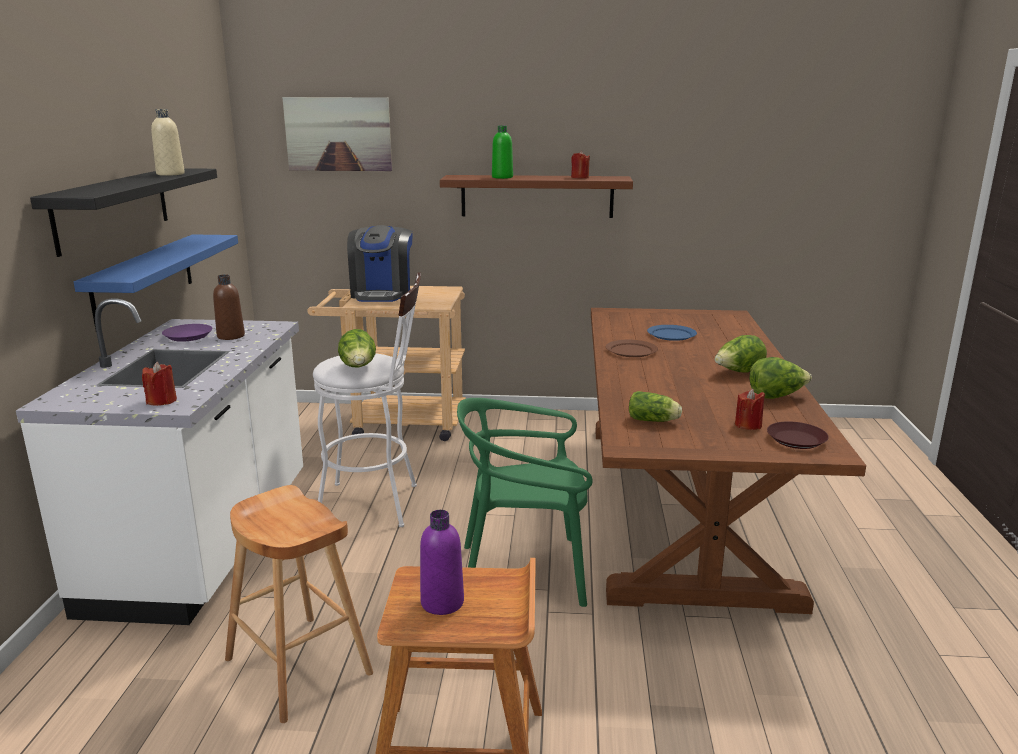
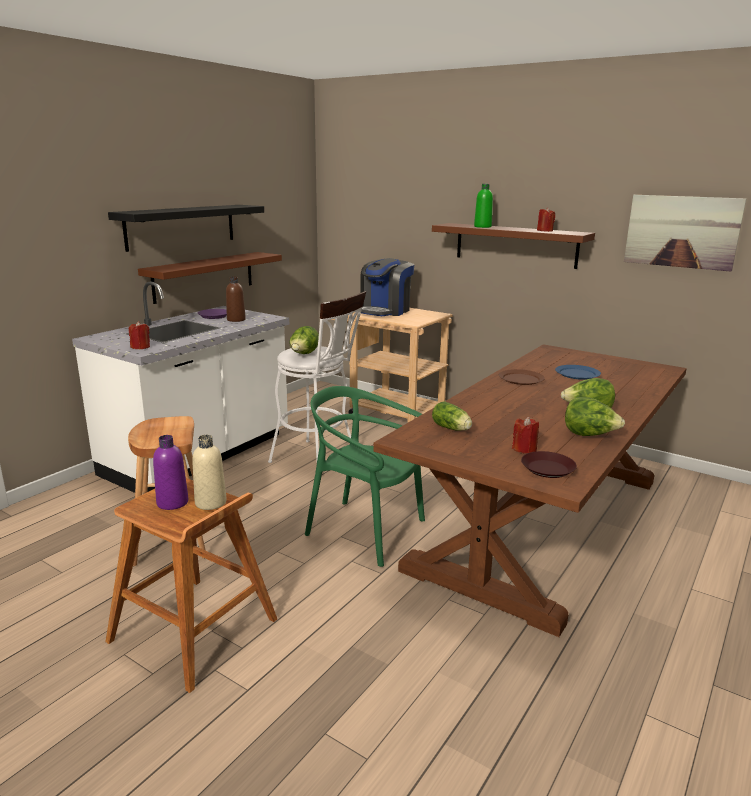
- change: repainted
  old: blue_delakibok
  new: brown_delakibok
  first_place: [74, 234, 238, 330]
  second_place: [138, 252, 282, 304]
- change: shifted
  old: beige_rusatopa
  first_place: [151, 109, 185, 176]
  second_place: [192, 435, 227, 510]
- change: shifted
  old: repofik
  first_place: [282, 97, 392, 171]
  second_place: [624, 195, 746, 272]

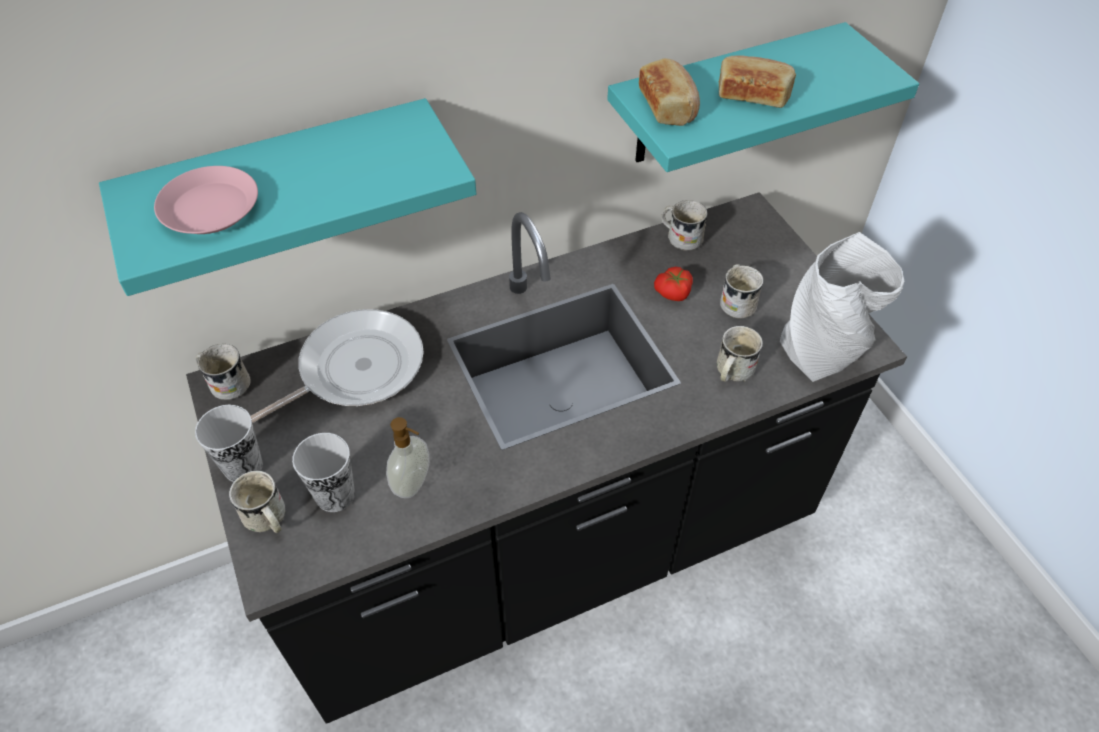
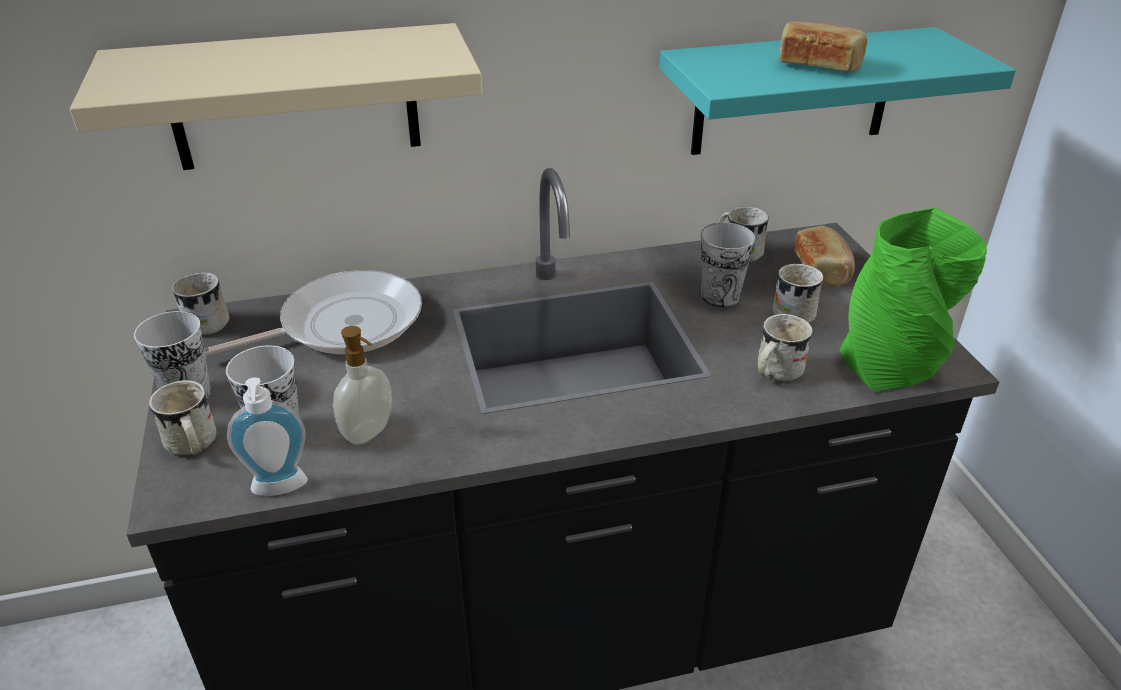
- change: repainted
  old: turquoise_delakibok
  new: beige_delakibok
  first_place: [99, 98, 476, 296]
  second_place: [70, 23, 482, 170]
- change: gone
  old: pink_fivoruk
  first_place: [154, 166, 258, 234]
- change: shifted
  old: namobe
  first_place: [639, 58, 700, 126]
  second_place: [795, 226, 855, 287]
- change: swapped
  old: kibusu
  new: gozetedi
  first_place: [654, 267, 693, 301]
  second_place: [701, 222, 755, 307]
- change: repainted
  old: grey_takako
  new: green_takako
  first_place: [780, 232, 904, 382]
  second_place: [839, 207, 987, 392]
- change: new
  new: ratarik
  second_place: [227, 377, 308, 496]

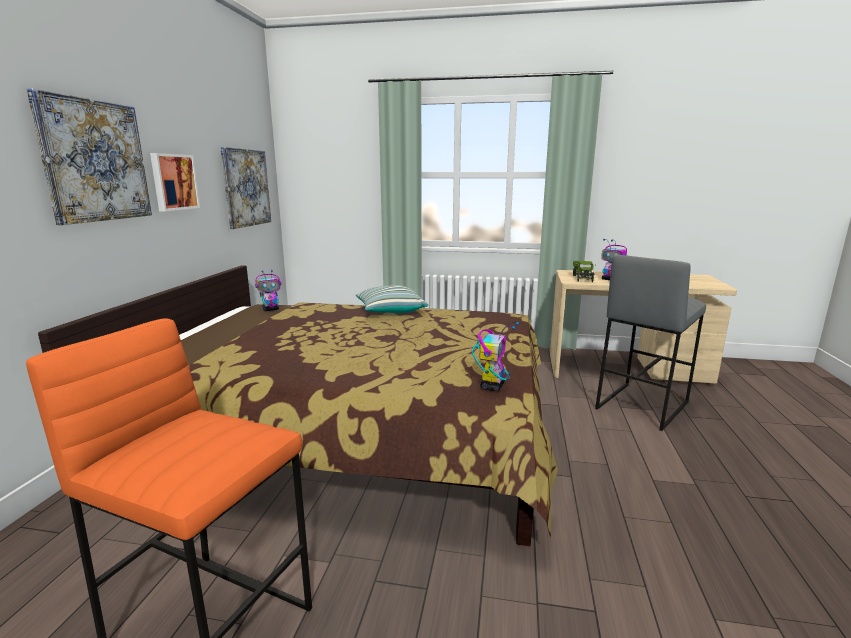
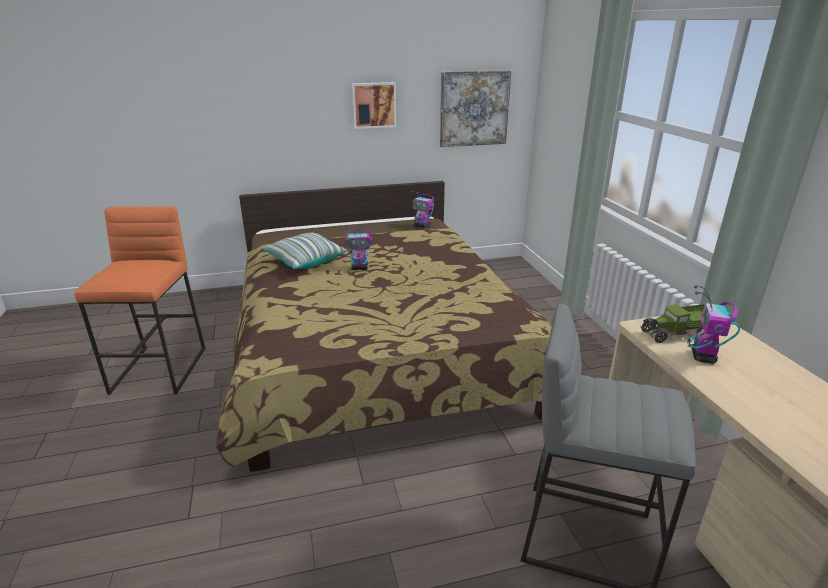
- change: gone
  old: repofik
  first_place: [26, 89, 152, 225]
- change: shifted
  old: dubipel
  first_place: [355, 285, 428, 313]
  second_place: [262, 233, 347, 269]
- change: shifted
  old: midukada
  first_place: [472, 322, 519, 391]
  second_place: [345, 228, 373, 270]

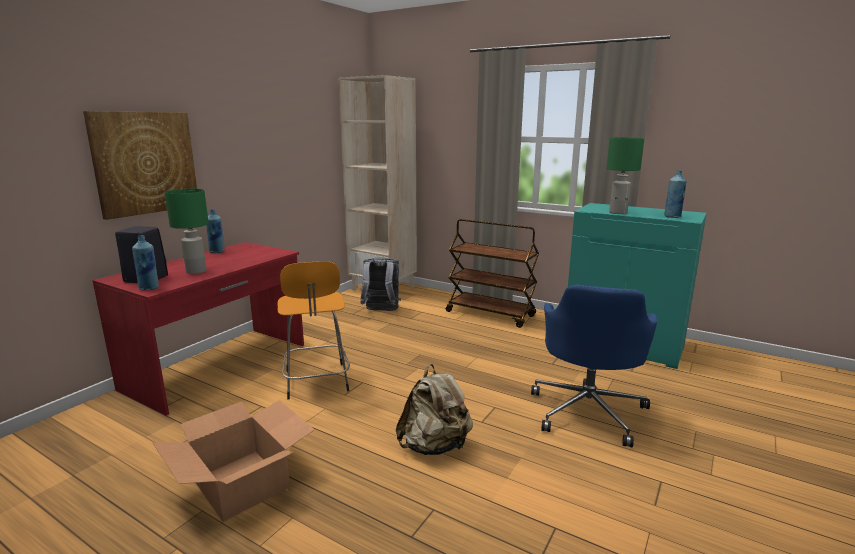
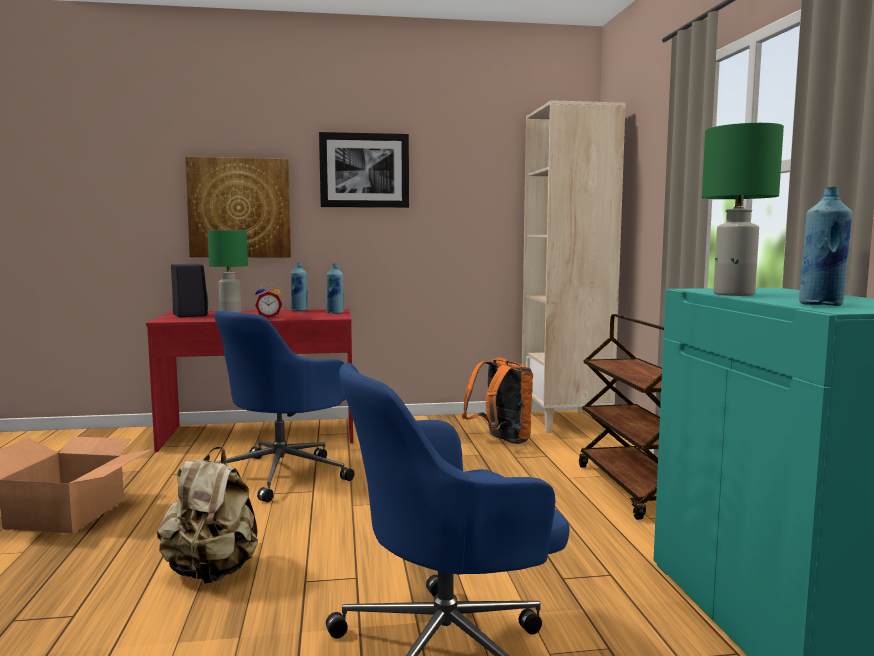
- change: shifted
  old: blue_rusatopa
  first_place: [132, 235, 159, 290]
  second_place: [327, 263, 344, 314]
- change: swapped
  old: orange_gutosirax
  new: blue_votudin
  first_place: [277, 261, 350, 400]
  second_place: [214, 311, 354, 502]
- change: repainted
  old: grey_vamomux
  new: orange_vamomux
  first_place: [360, 257, 401, 311]
  second_place: [462, 357, 533, 444]
- change: new
  new: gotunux
  second_place: [255, 283, 282, 318]
- change: new
  new: repofik
  second_place: [319, 132, 409, 208]

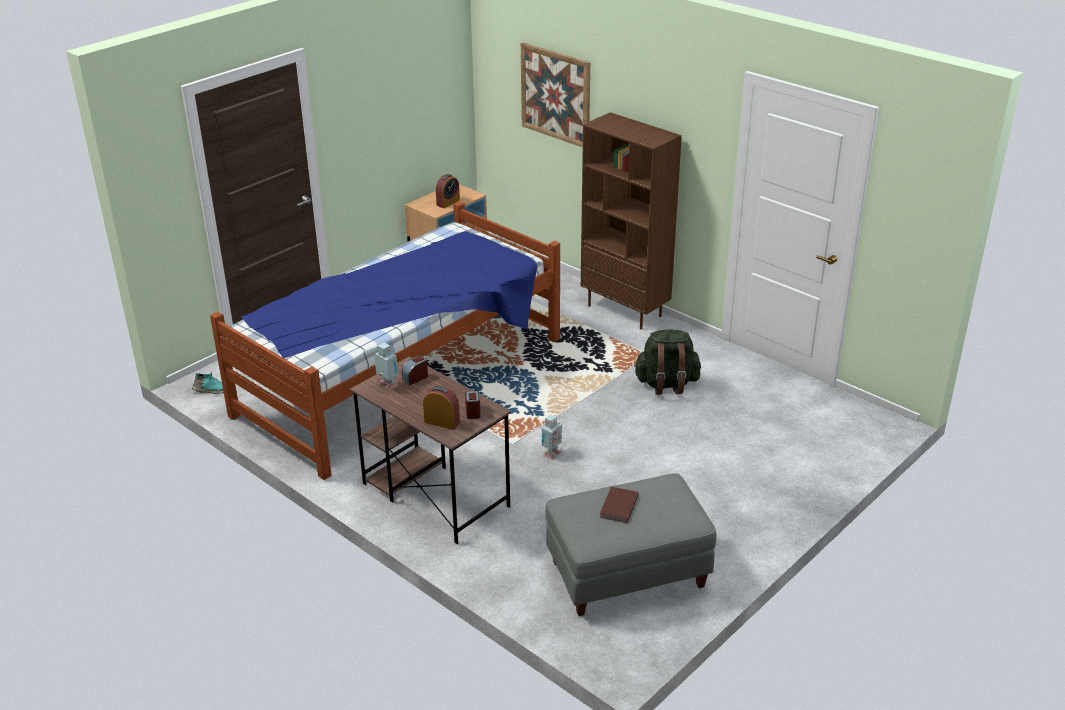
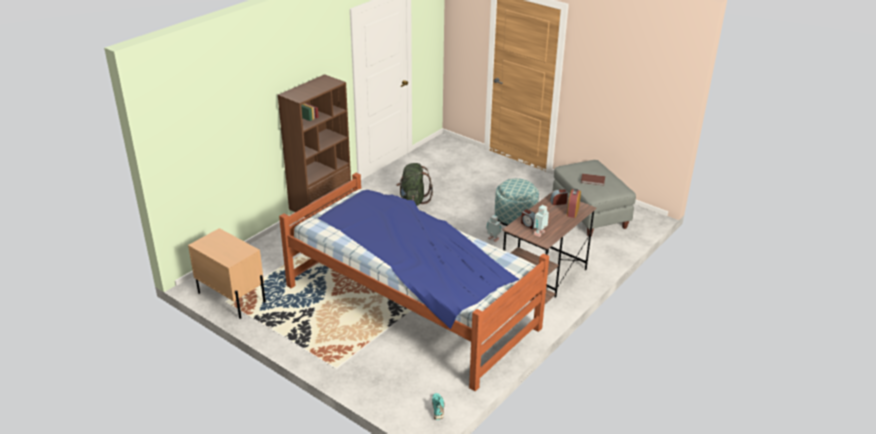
- change: gone
  old: gotunux
  first_place: [436, 174, 460, 208]
- change: gone
  old: repofik
  first_place: [521, 43, 590, 147]
- change: new
  new: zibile
  second_place: [495, 178, 539, 226]

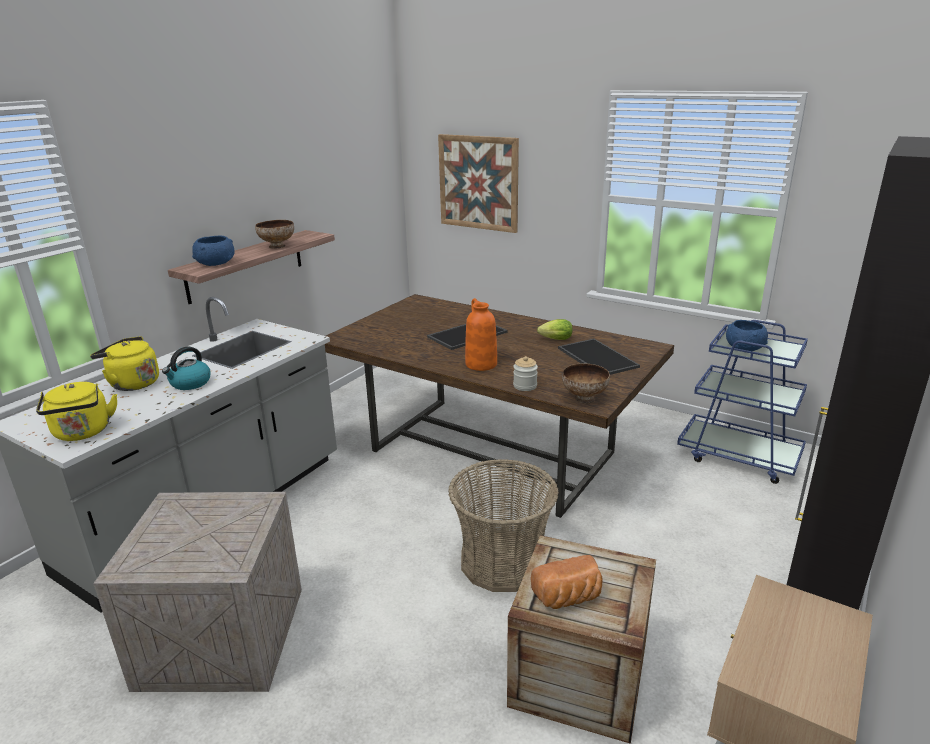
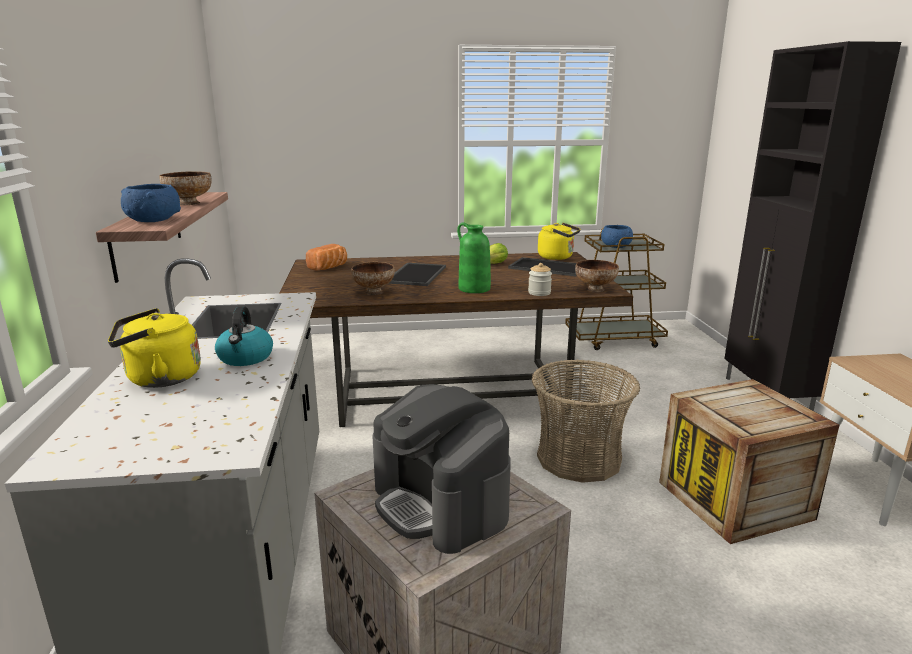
- change: shifted
  old: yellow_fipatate
  first_place: [36, 382, 117, 441]
  second_place: [538, 223, 581, 260]
- change: gone
  old: repofik
  first_place: [438, 134, 519, 233]
- change: repainted
  old: orange_takako
  new: green_takako
  first_place: [465, 298, 497, 371]
  second_place: [457, 222, 491, 293]
- change: shifted
  old: namobe
  first_place: [530, 555, 603, 609]
  second_place: [306, 244, 347, 270]
- change: repainted
  old: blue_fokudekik
  new: brown_fokudekik
  first_place: [677, 320, 808, 484]
  second_place: [565, 228, 668, 350]
- change: new
  new: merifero
  second_place: [351, 262, 395, 295]
- change: new
  new: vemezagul
  second_place: [372, 384, 511, 554]

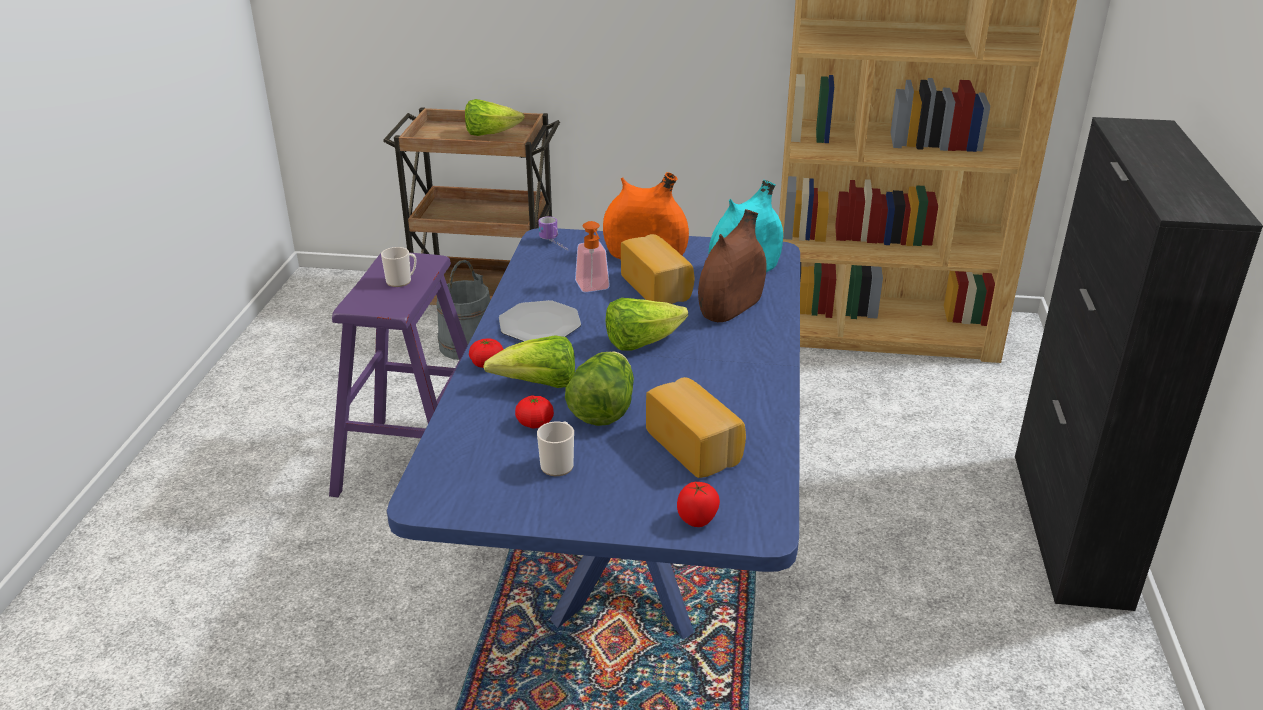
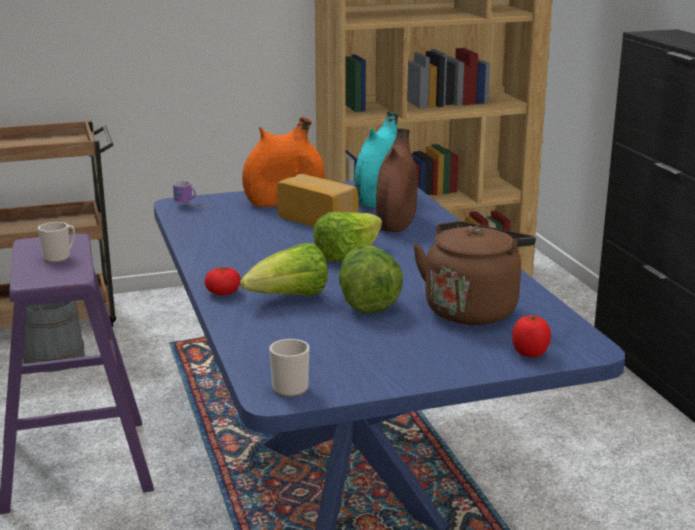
- change: gone
  old: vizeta
  first_place: [465, 99, 525, 136]
- change: gone
  old: fivoruk
  first_place: [499, 300, 581, 342]
- change: gone
  old: kibusu
  first_place: [515, 395, 554, 428]
- change: shifted
  old: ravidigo
  first_place: [537, 421, 574, 476]
  second_place: [269, 339, 309, 397]
- change: gone
  old: ratarik
  first_place: [575, 221, 610, 292]
- change: swapped
  old: namobe
  new: brown_fipatate
  first_place: [646, 377, 746, 478]
  second_place: [413, 221, 536, 325]

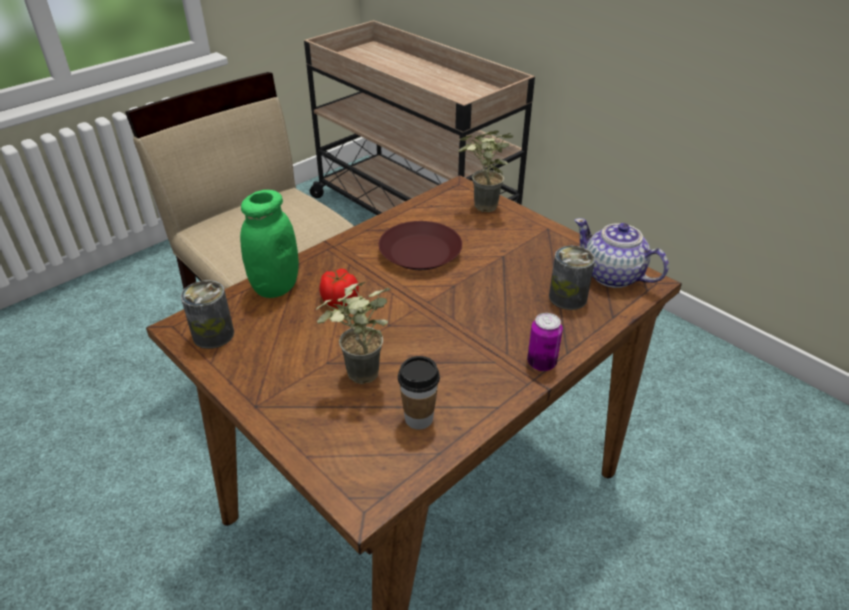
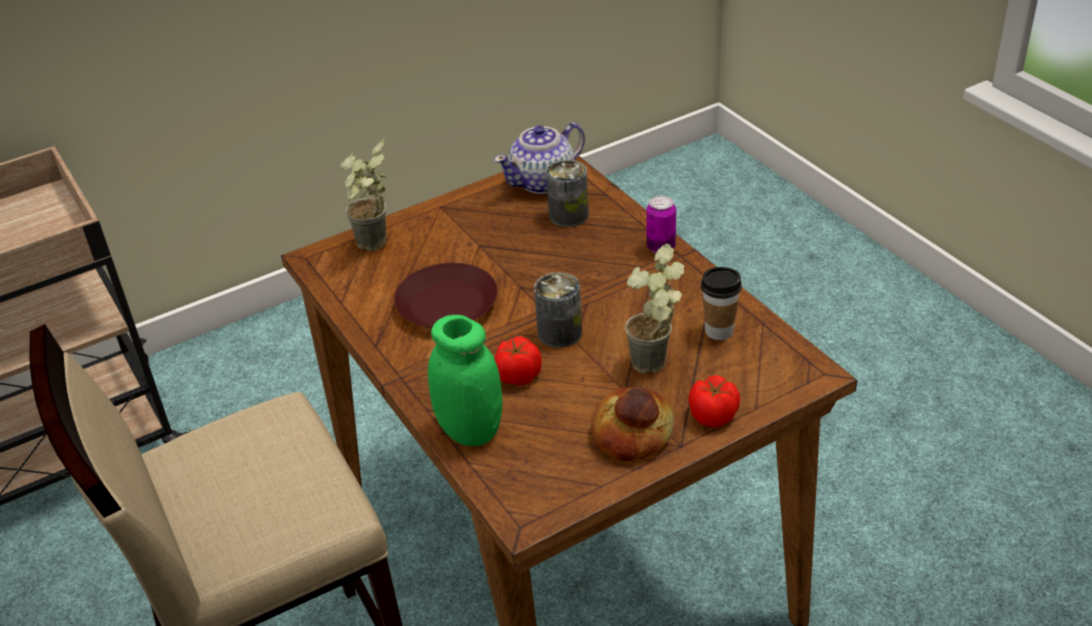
- change: shifted
  old: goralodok
  first_place: [181, 280, 234, 349]
  second_place: [534, 272, 582, 348]
- change: new
  new: namobe
  second_place: [591, 387, 674, 461]
- change: new
  new: kibusu
  second_place: [688, 375, 740, 427]

